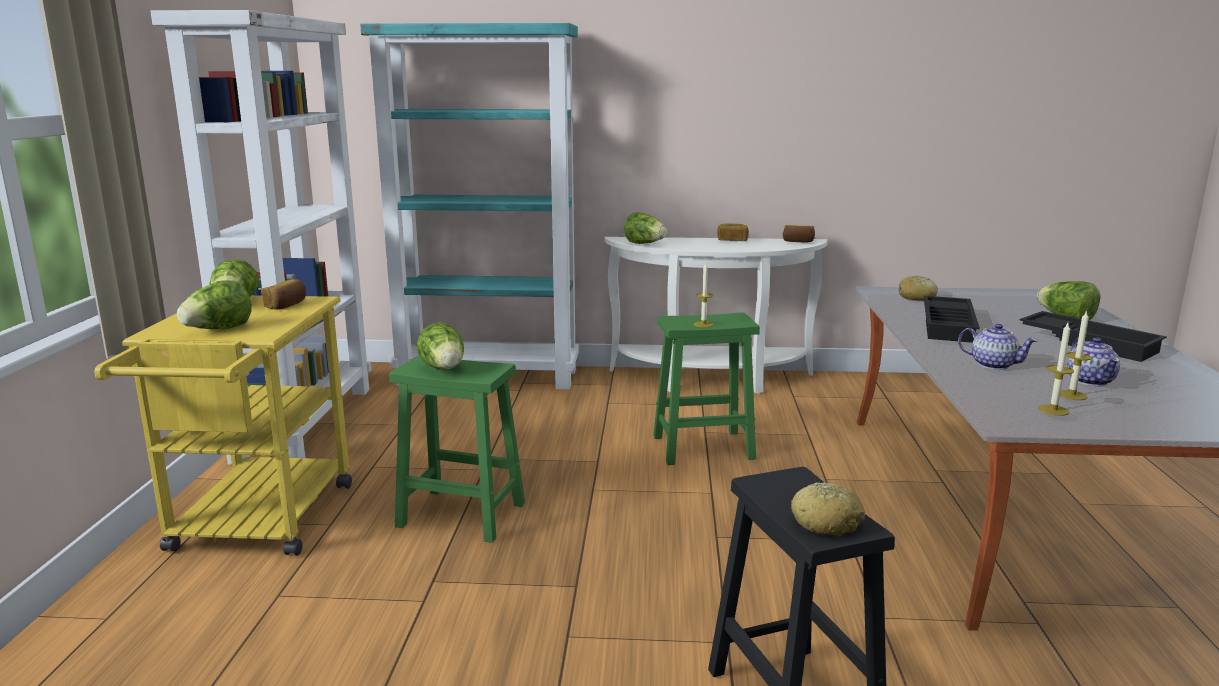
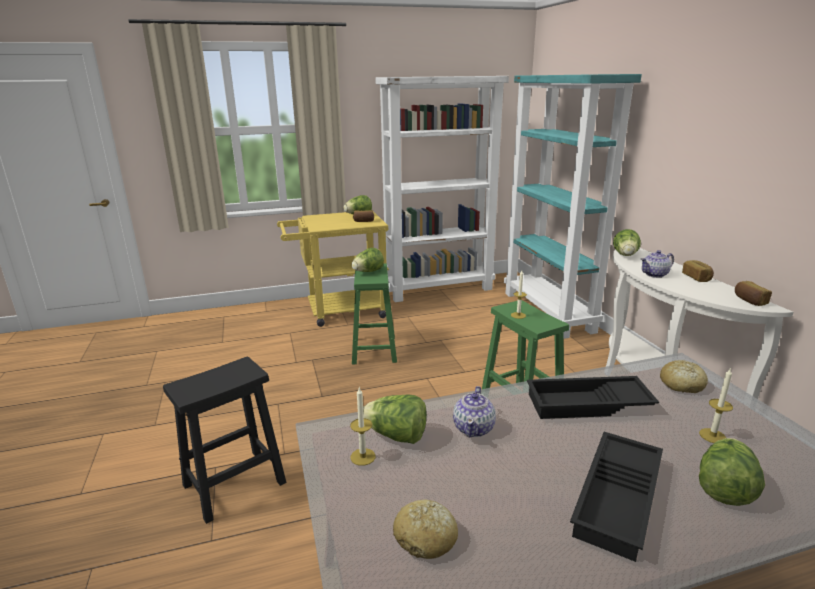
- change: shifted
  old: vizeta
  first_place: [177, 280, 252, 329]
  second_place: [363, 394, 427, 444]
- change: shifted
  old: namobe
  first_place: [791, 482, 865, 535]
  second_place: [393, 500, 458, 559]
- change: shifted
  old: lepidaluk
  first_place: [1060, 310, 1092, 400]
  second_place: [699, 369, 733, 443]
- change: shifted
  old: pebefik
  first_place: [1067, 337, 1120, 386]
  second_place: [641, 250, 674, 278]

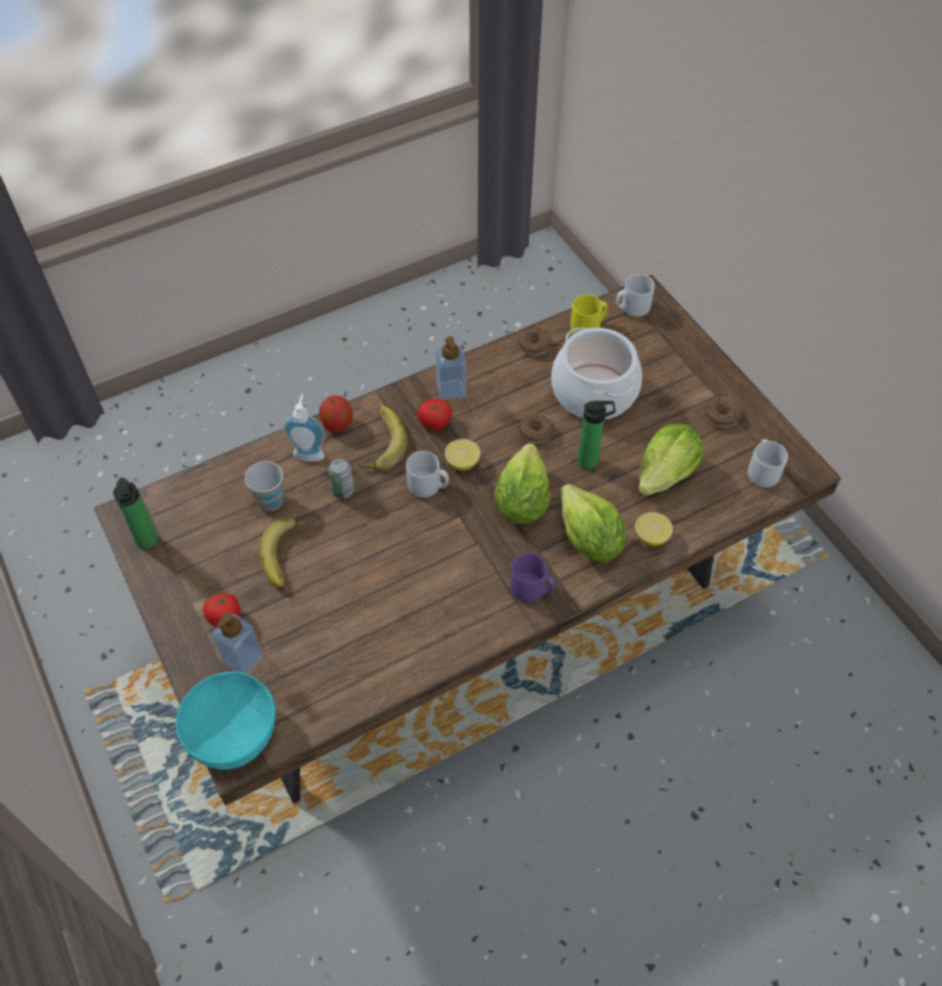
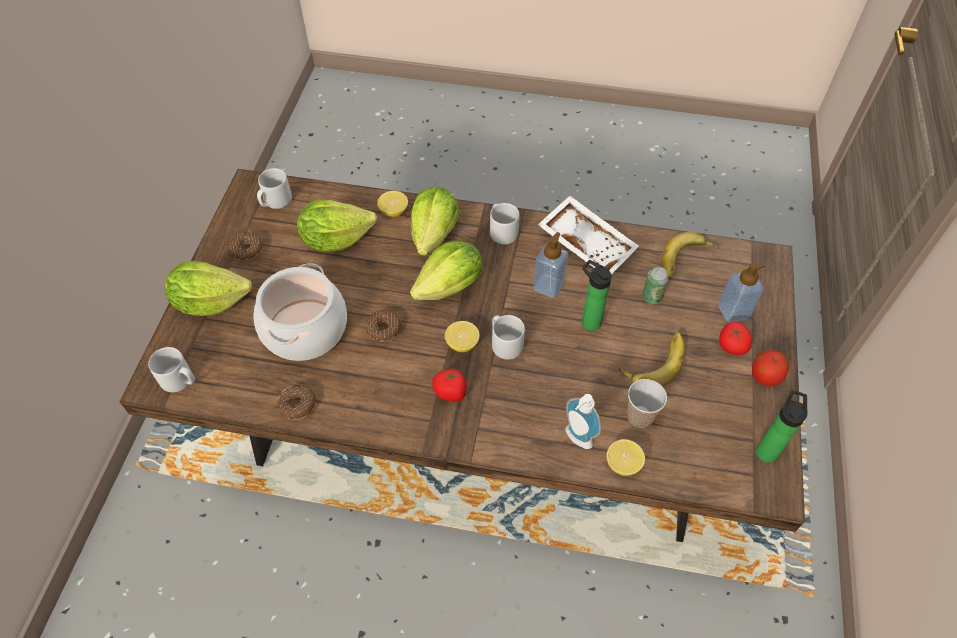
- change: gone
  old: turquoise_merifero
  first_place: [176, 672, 276, 770]
- change: shifted
  old: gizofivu
  first_place: [319, 395, 353, 433]
  second_place: [752, 350, 789, 387]
- change: shifted
  old: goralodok
  first_place: [328, 459, 354, 499]
  second_place: [642, 267, 669, 304]
- change: shifted
  old: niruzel
  first_place: [359, 405, 408, 471]
  second_place: [661, 232, 719, 280]
- change: shifted
  old: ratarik
  first_place: [436, 336, 466, 400]
  second_place: [533, 232, 568, 298]
- change: repainted
  old: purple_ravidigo
  new: grey_ravidigo
  first_place: [510, 553, 555, 602]
  second_place: [490, 203, 520, 245]
- change: gone
  old: yellow_ravidigo
  first_place: [570, 294, 608, 334]
- change: shifted
  old: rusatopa
  first_place: [577, 401, 615, 469]
  second_place: [582, 260, 612, 331]
- change: new
  new: vizeta
  second_place: [165, 261, 252, 316]
- change: new
  new: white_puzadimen
  second_place: [538, 196, 639, 274]
- change: new
  new: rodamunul
  second_place: [606, 439, 645, 476]

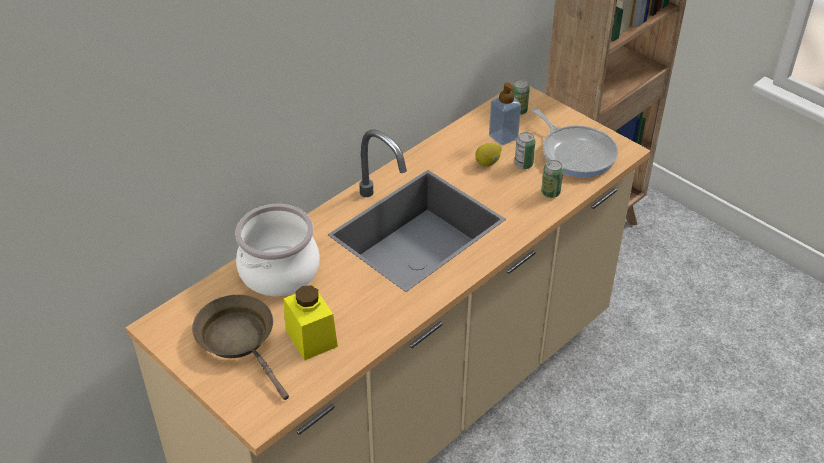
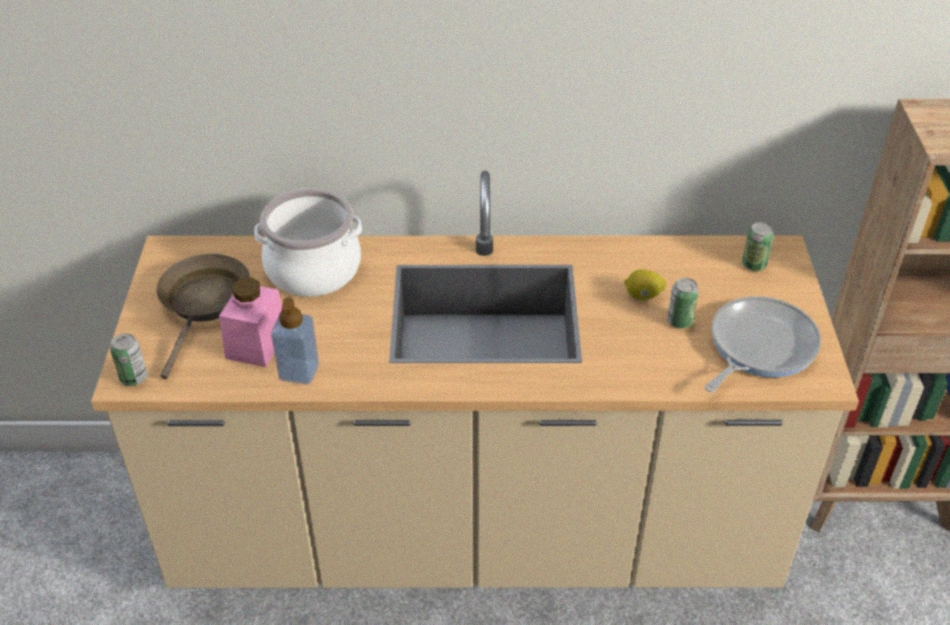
- change: repainted
  old: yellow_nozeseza
  new: pink_nozeseza
  first_place: [284, 285, 338, 361]
  second_place: [219, 278, 282, 367]
- change: shifted
  old: ratarik
  first_place: [489, 83, 521, 146]
  second_place: [271, 297, 319, 384]
- change: rotated
  old: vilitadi
  first_place: [531, 108, 618, 177]
  second_place: [705, 296, 821, 392]
  degrees: -150
- change: shifted
  old: goralodok
  first_place: [541, 160, 563, 198]
  second_place: [110, 333, 147, 386]

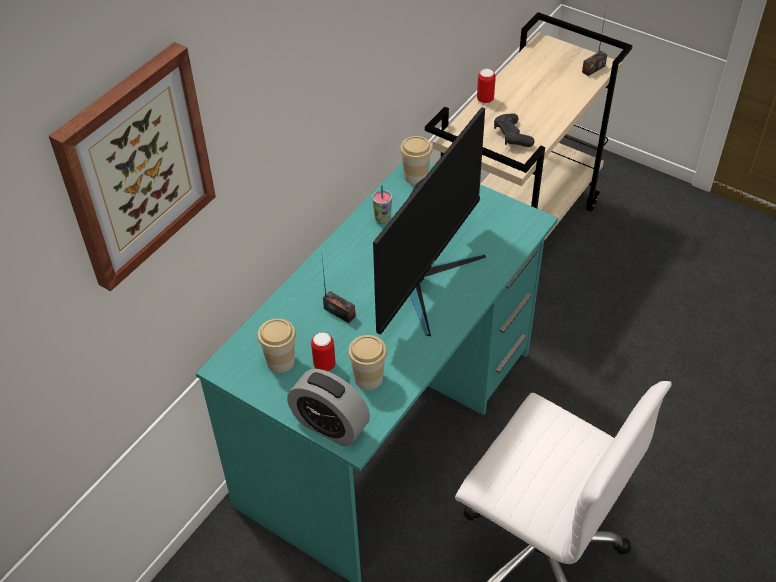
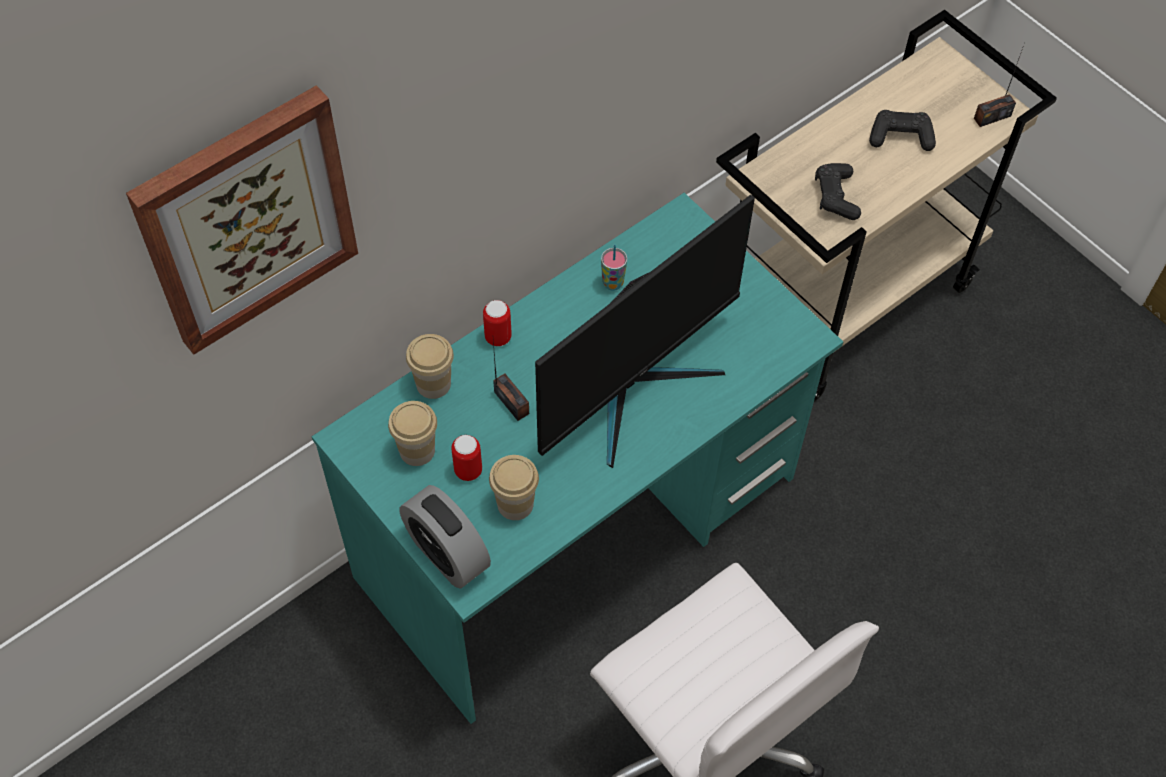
- change: shifted
  old: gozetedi
  first_place: [400, 136, 433, 185]
  second_place: [406, 334, 454, 399]
- change: shifted
  old: goralodok
  first_place: [477, 69, 496, 103]
  second_place: [483, 300, 512, 346]
- change: new
  new: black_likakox
  second_place: [869, 110, 936, 151]

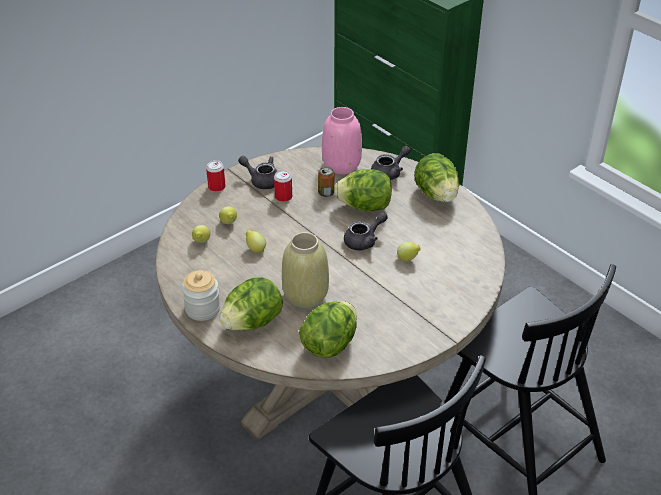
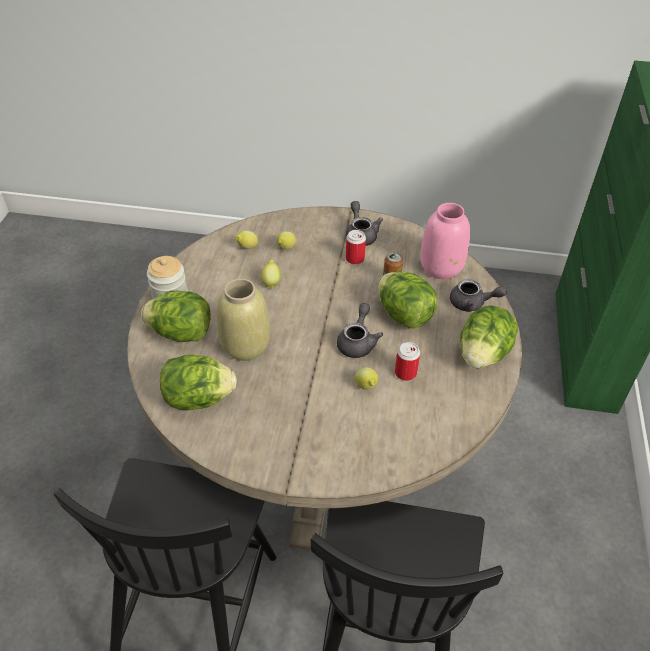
- change: shifted
  old: goralodok
  first_place: [206, 160, 226, 192]
  second_place: [395, 342, 420, 381]
- change: rotated
  old: grey_pebefik
  first_place: [344, 212, 388, 250]
  second_place: [337, 303, 383, 358]
  degrees: -90

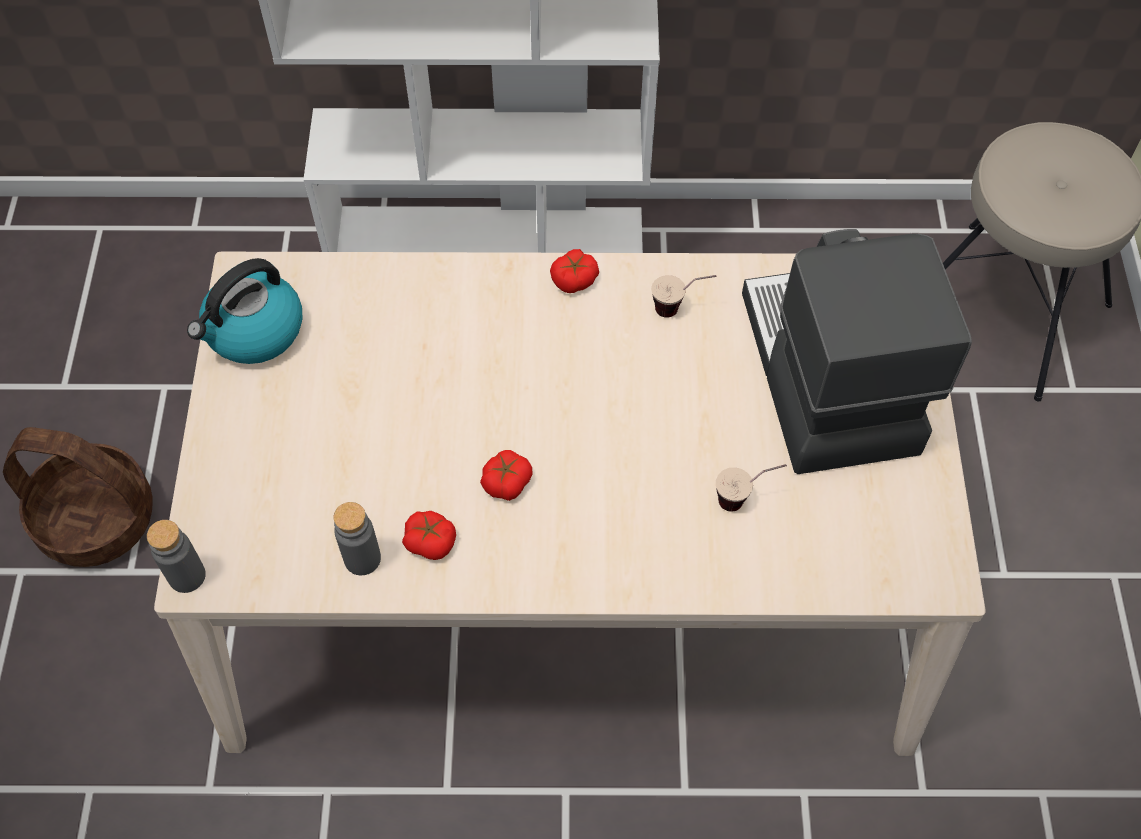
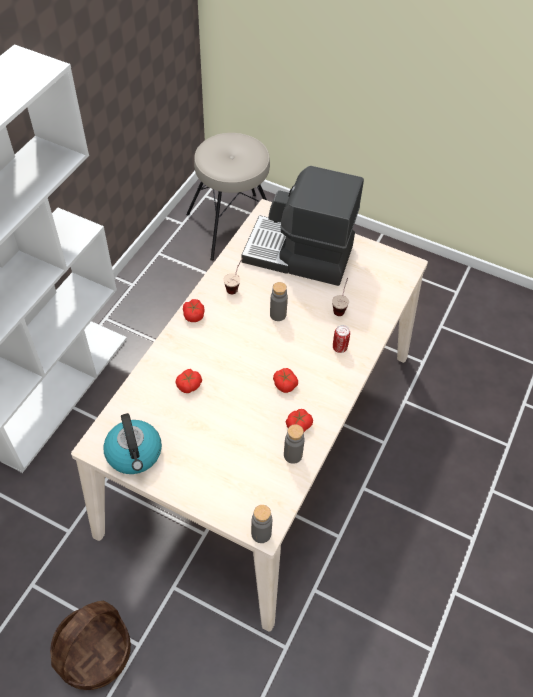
- change: new
  new: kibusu
  second_place: [175, 369, 202, 393]
- change: new
  new: grey_rusatopa
  second_place: [270, 282, 288, 321]
- change: new
  new: goralodok
  second_place: [333, 325, 350, 353]

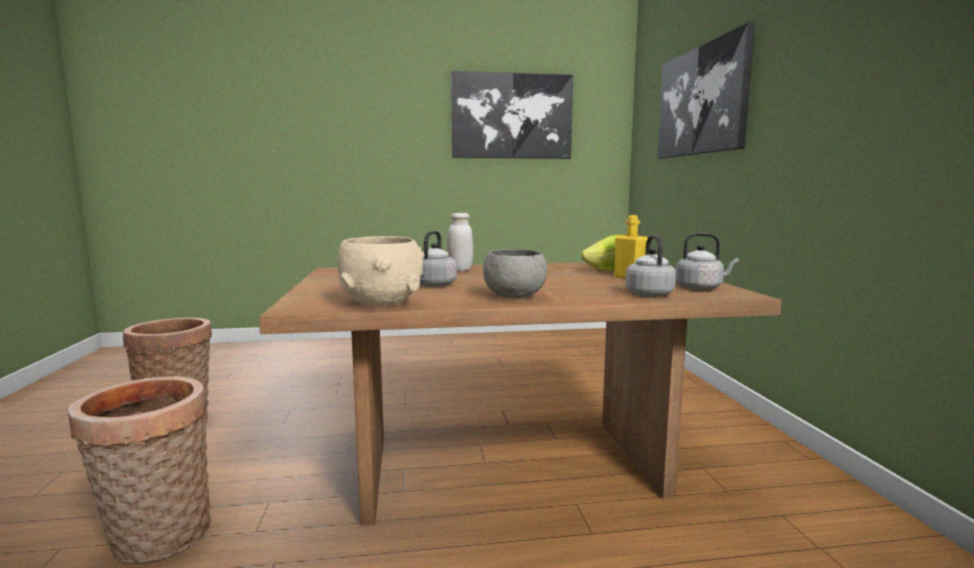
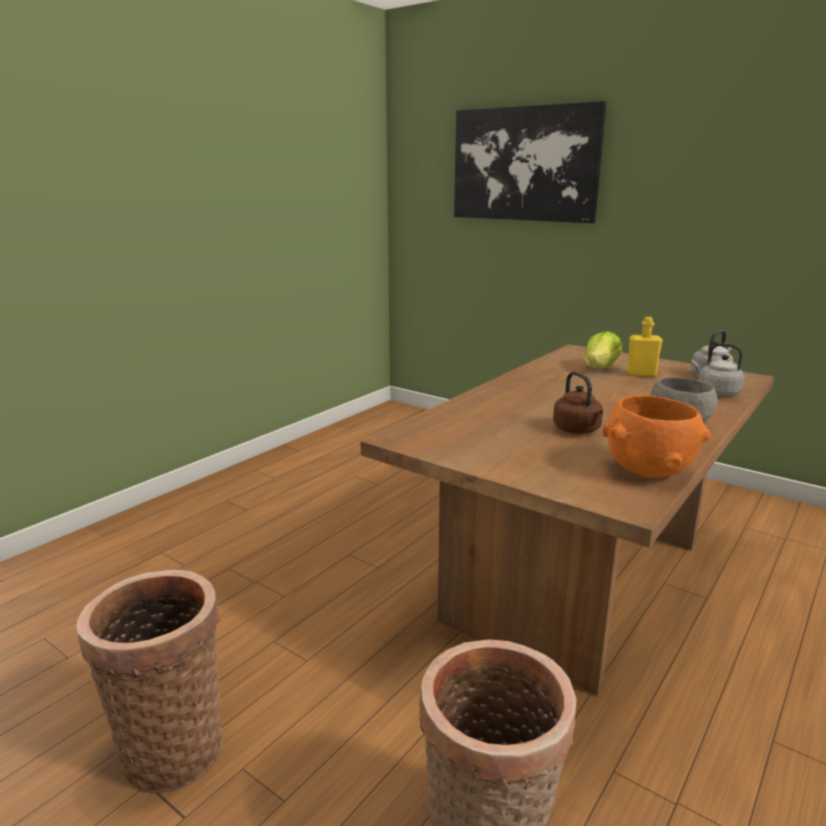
- change: repainted
  old: beige_merifero
  new: orange_merifero
  first_place: [337, 236, 425, 306]
  second_place: [603, 395, 711, 478]
- change: repainted
  old: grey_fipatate
  new: brown_fipatate
  first_place: [420, 231, 457, 287]
  second_place: [553, 371, 603, 434]
- change: gone
  old: white_nozeseza
  first_place: [447, 213, 473, 271]
- change: gone
  old: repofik
  first_place: [451, 71, 573, 159]

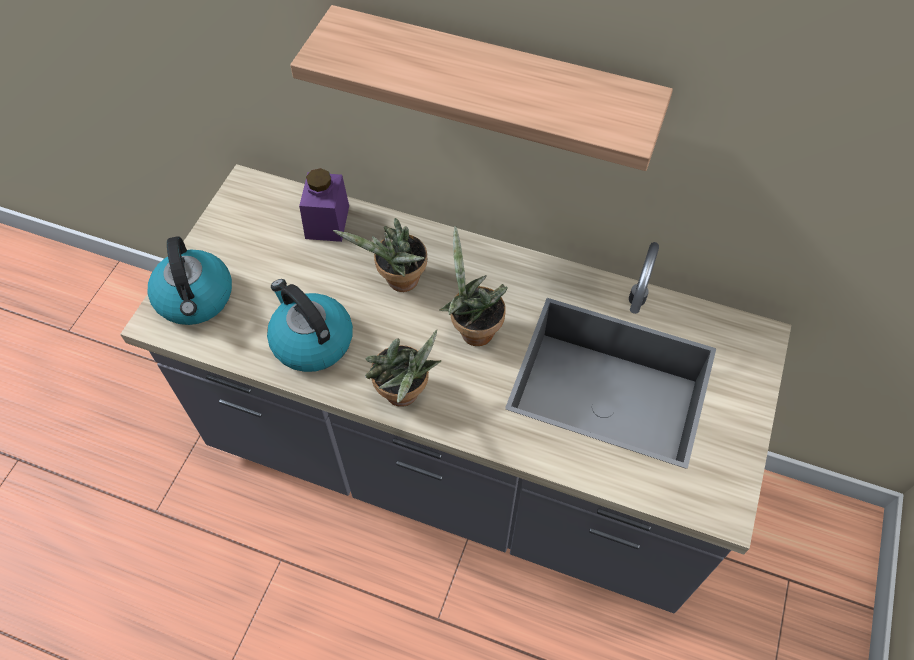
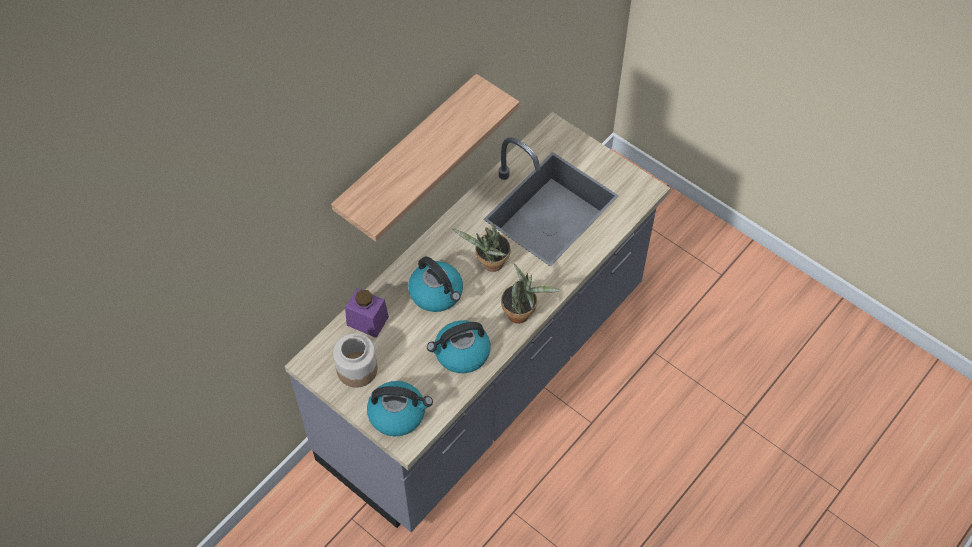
- change: swapped
  old: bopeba
  new: fipatate
  first_place: [333, 218, 427, 292]
  second_place: [408, 257, 463, 312]
- change: new
  new: nozeseza
  second_place: [333, 333, 378, 388]

